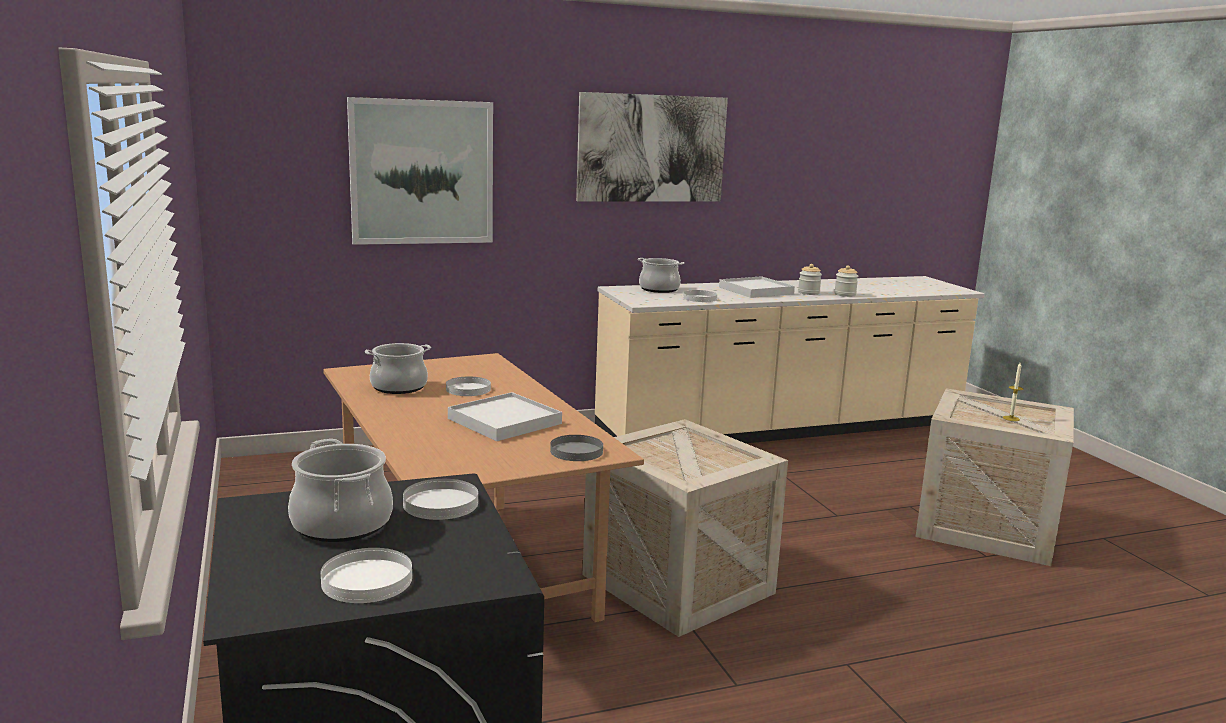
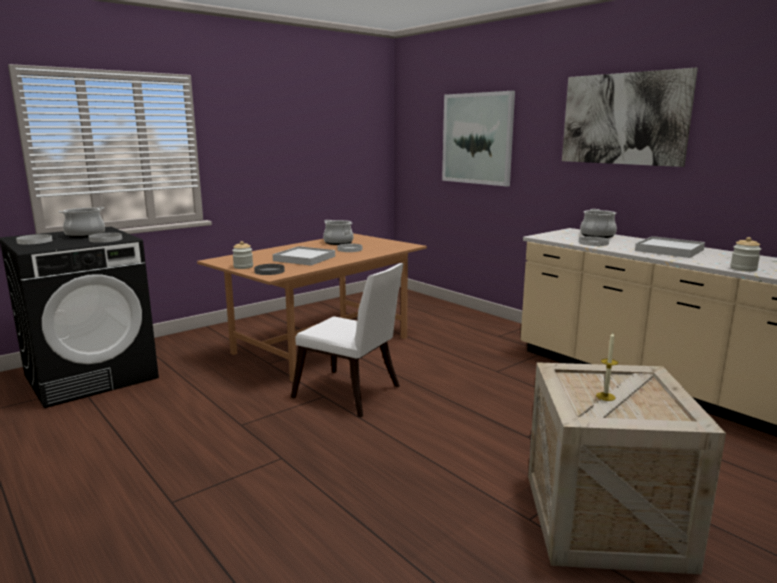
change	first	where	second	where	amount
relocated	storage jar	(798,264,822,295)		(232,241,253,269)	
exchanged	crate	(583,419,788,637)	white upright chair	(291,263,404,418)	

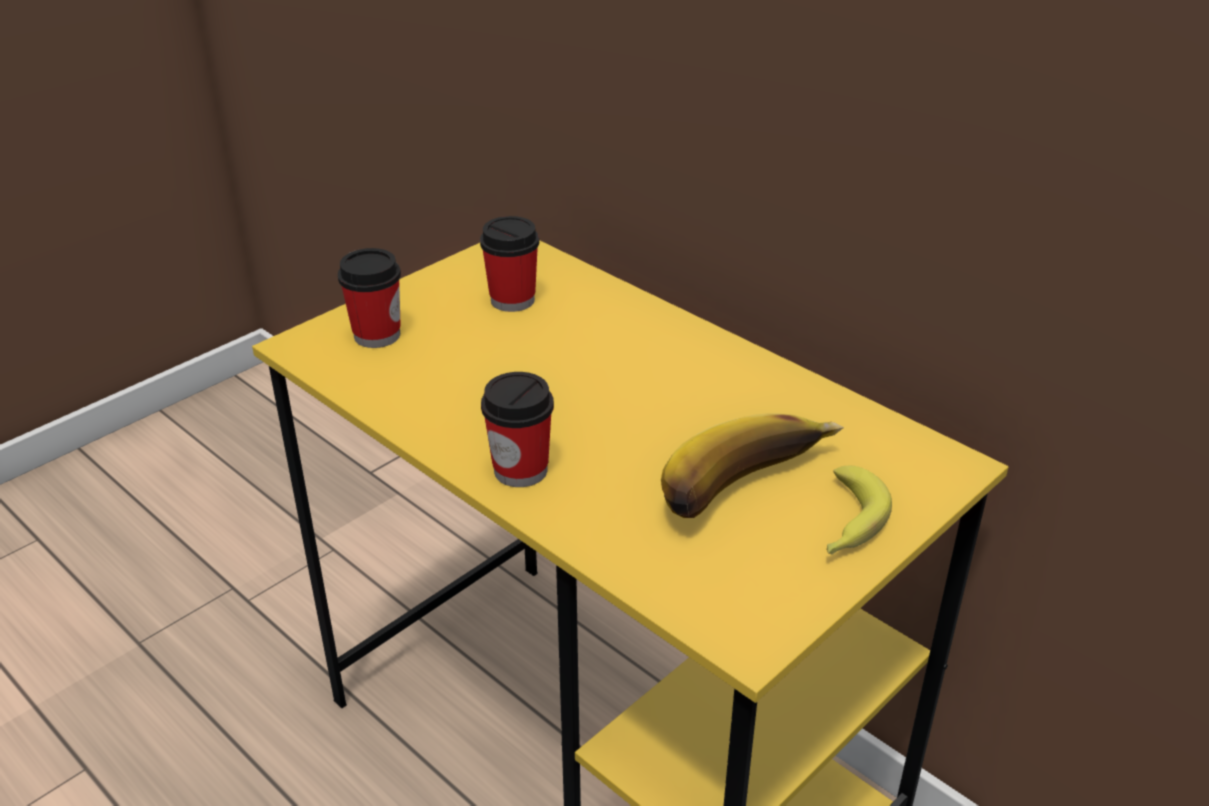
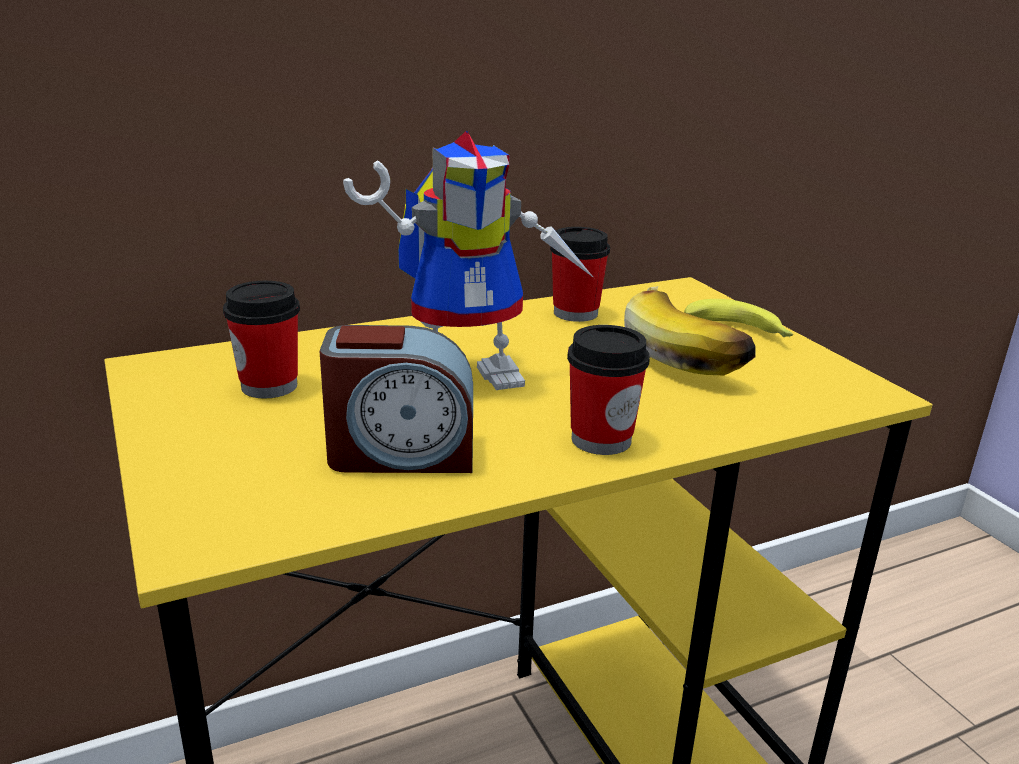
change	first	where	second	where	amount
appeared			bedside clock	(320,325,473,473)	
appeared			robot figure	(343,131,595,390)	
relocated	drinking cup	(338,248,401,348)		(550,227,610,322)	

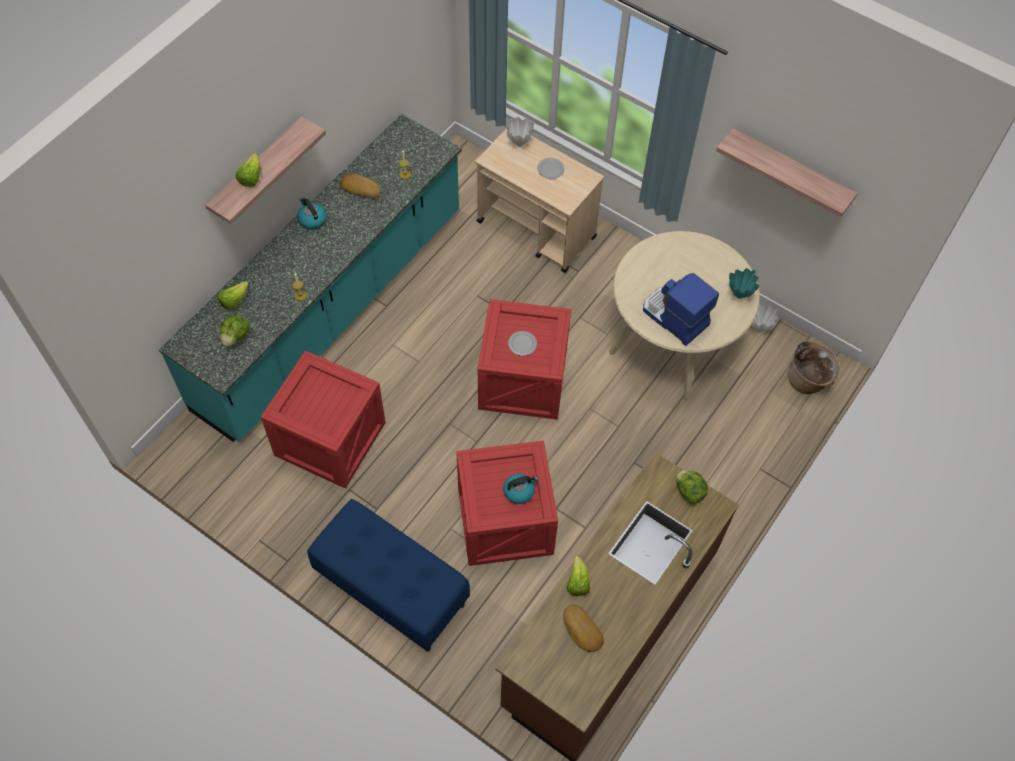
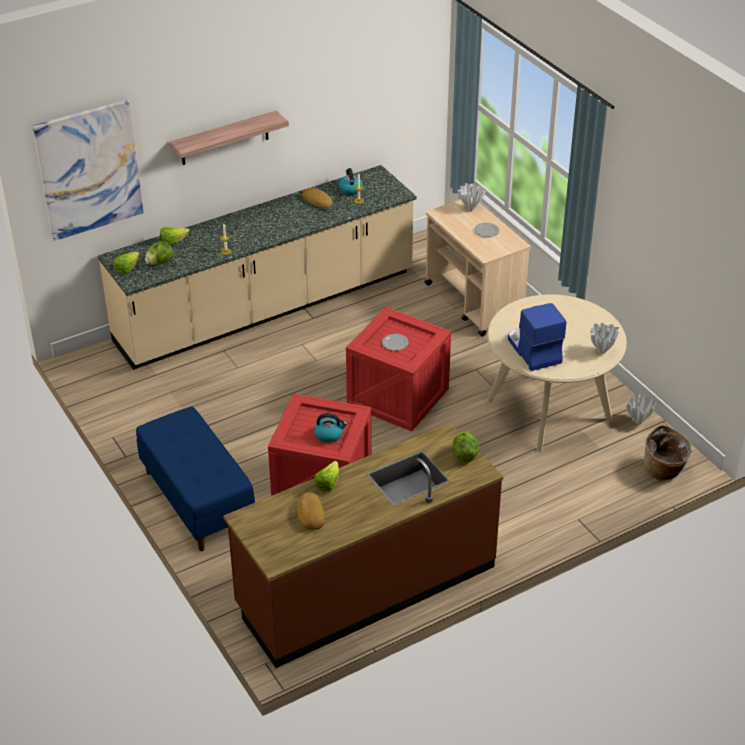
change	first	where	second	where	amount
missing	crate	(261,350,386,488)			
missing	bracket shelf	(716,128,857,217)			
appeared			wall art	(33,99,144,241)	
relocated	head of lettuce	(236,153,261,187)		(113,252,139,274)	
relocated	kettle	(297,197,326,230)		(338,168,363,195)	
colour	turquoise kitchen counter	(159,114,462,442)	sand-coloured kitchen counter	(98,165,417,370)	
colour	turquoise decorative vase	(729,268,759,299)	white decorative vase	(590,323,619,354)	

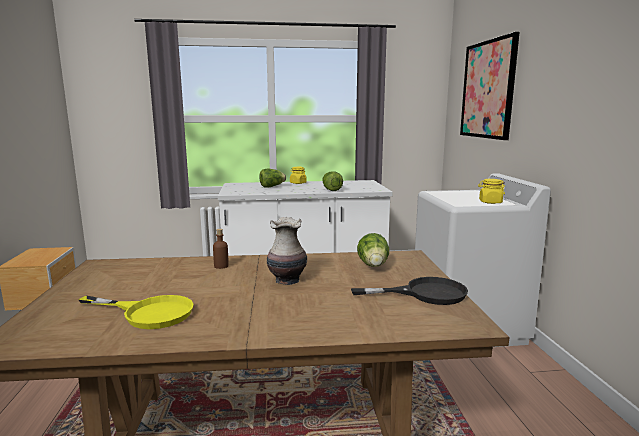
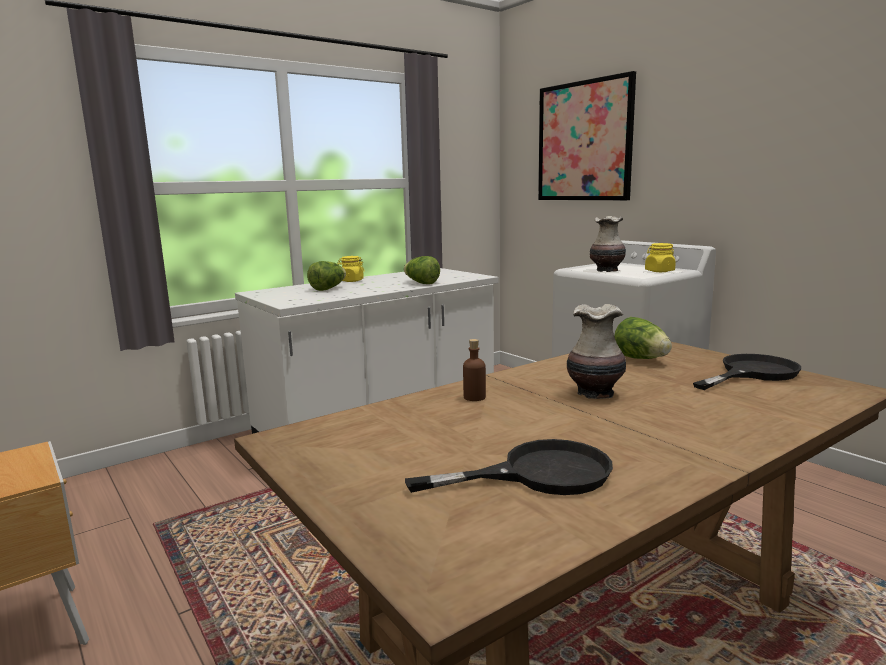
change	first	where	second	where	amount
appeared			decorative vase	(590,216,626,272)	
colour	yellowish frying pan	(79,295,194,329)	black-coloured frying pan	(405,439,613,495)	

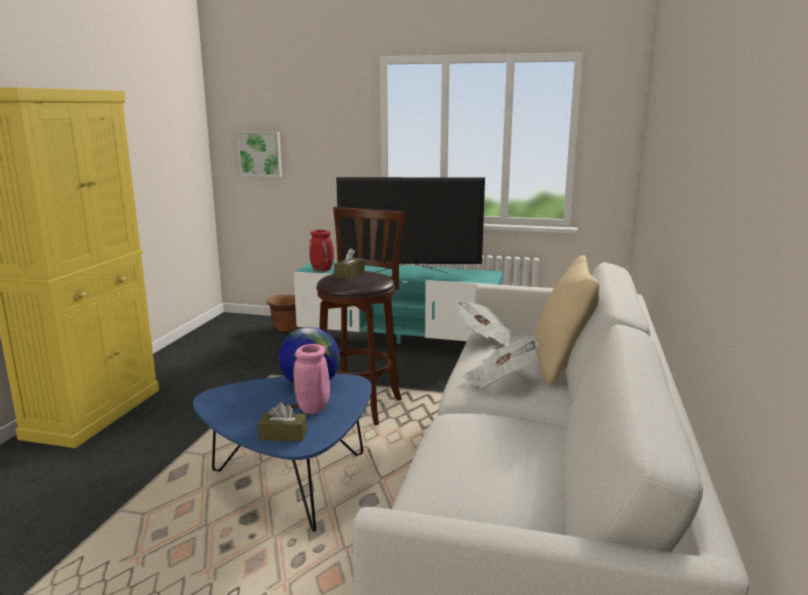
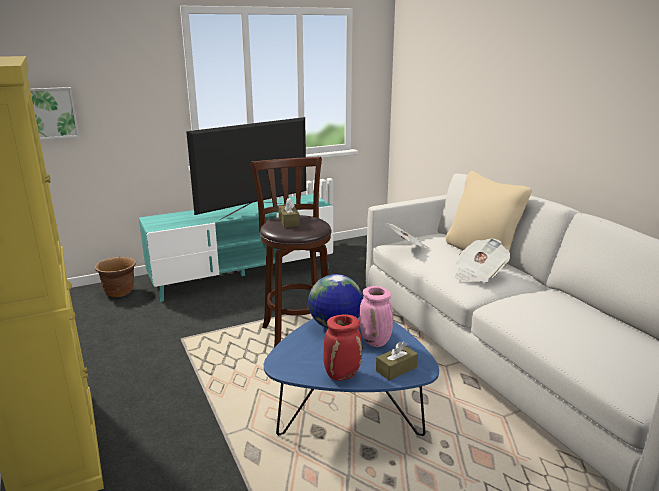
change	first	where	second	where	amount
relocated	reddish decorative vase	(309,230,334,271)		(323,315,362,381)	

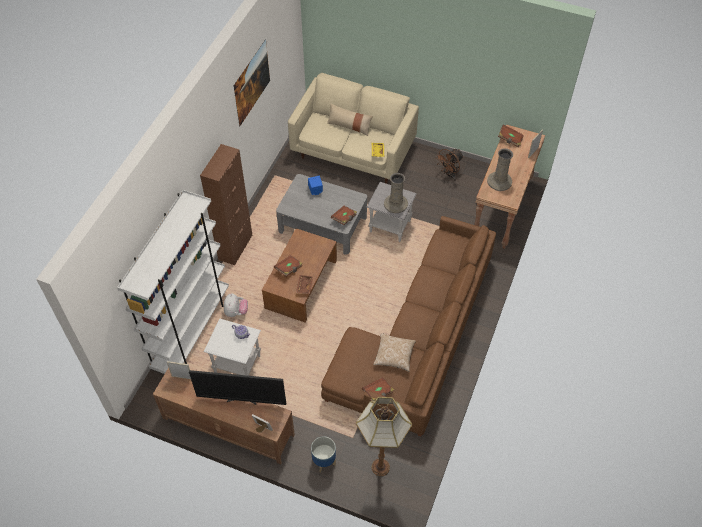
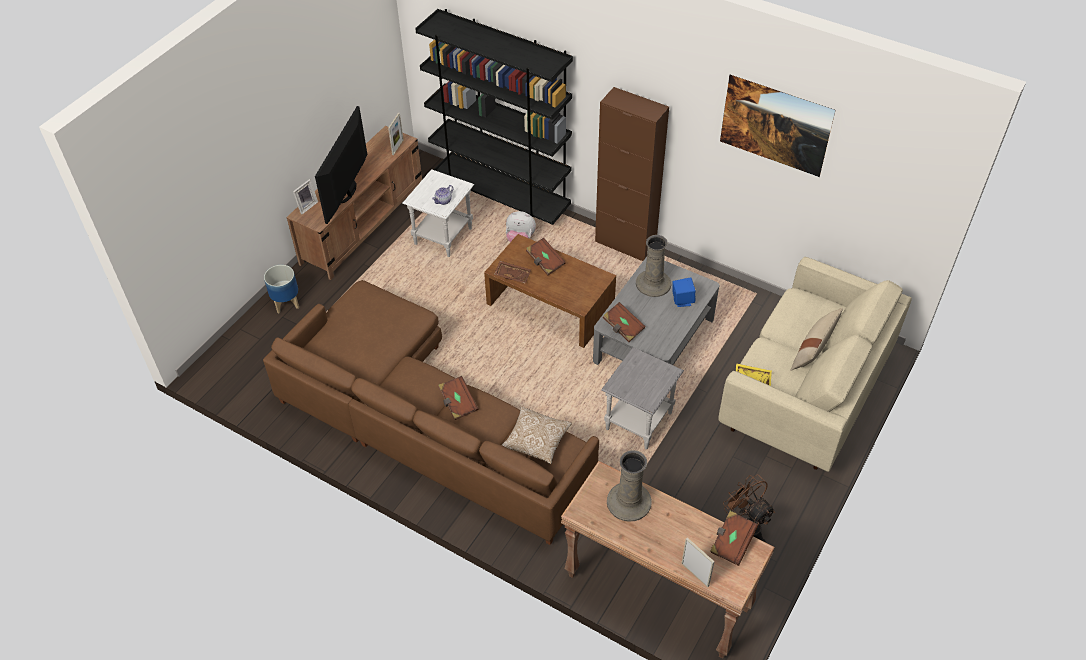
change	first	where	second	where	amount
missing	floor lamp	(356,397,412,476)			
relocated	brown bound book	(362,377,394,401)		(438,376,478,420)	
relocated	pillow	(373,333,416,372)		(502,406,572,464)	
relocated	sand-coloured decorative vase	(384,173,408,213)		(636,235,671,297)	
colour	white bookcase	(117,190,229,374)	black-coloured bookcase	(415,9,573,225)	

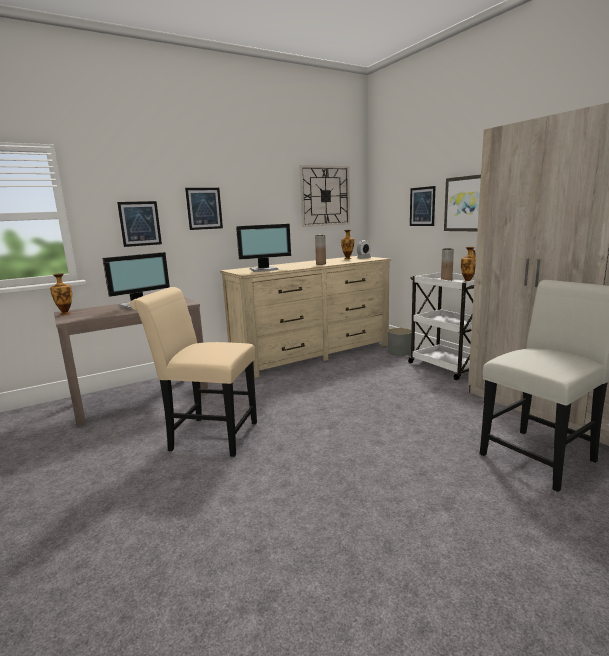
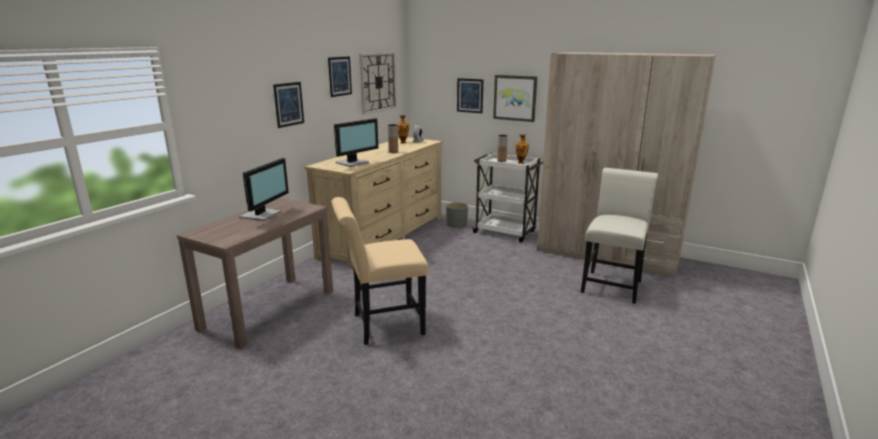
change	first	where	second	where	amount
missing	decorative vase	(50,273,72,315)			
relocated	wall art	(117,201,162,247)		(328,56,352,97)	

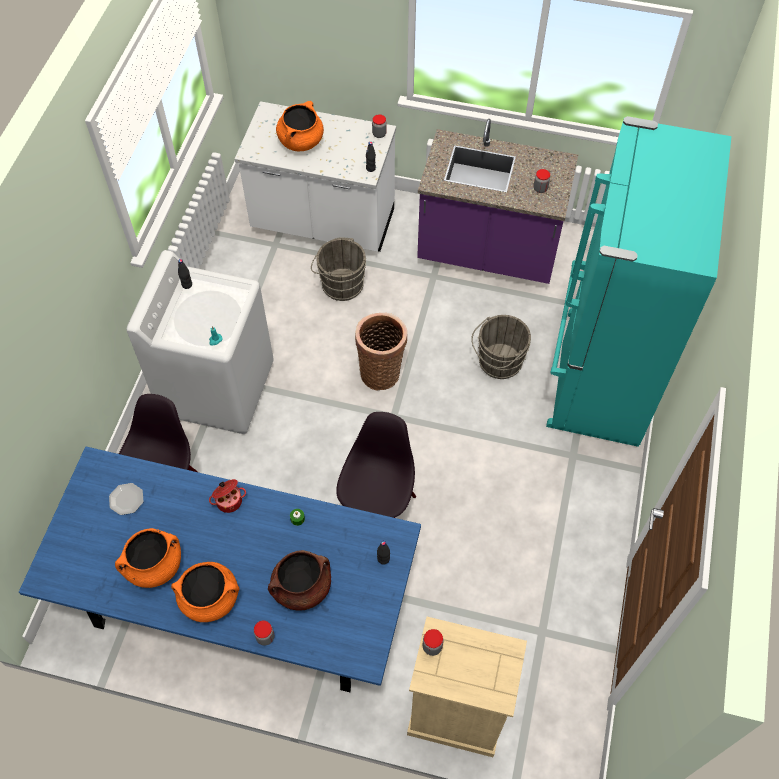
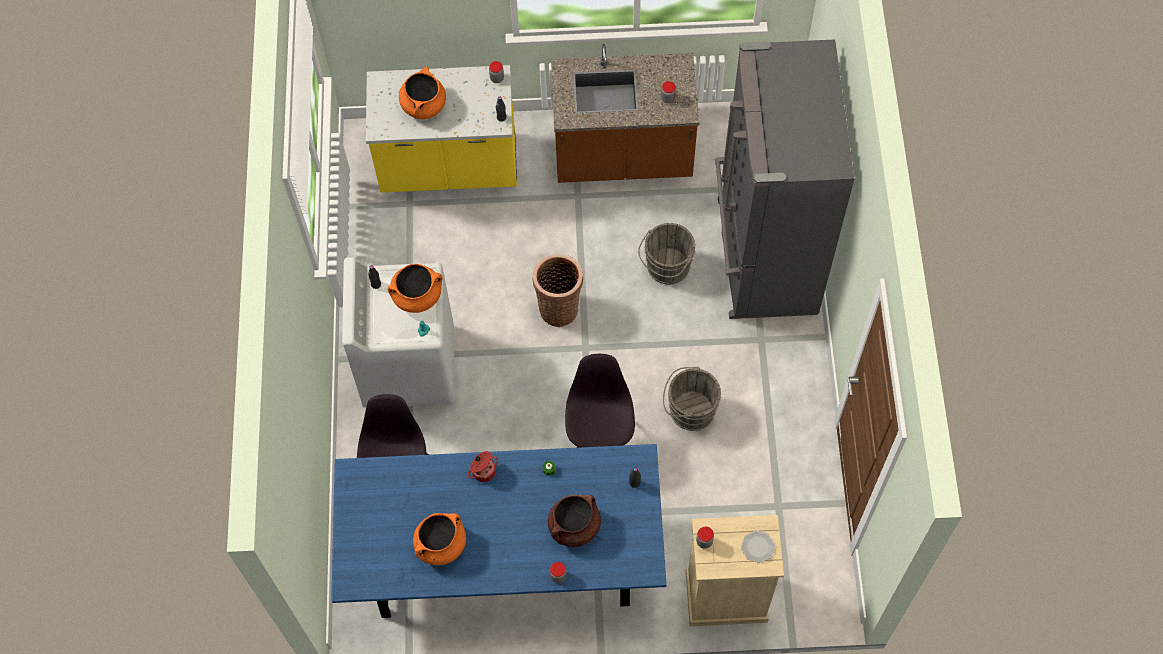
change	first	where	second	where	amount
relocated	dinner plate	(109,483,144,515)		(741,530,775,563)	
relocated	orangey stockpot	(171,562,240,622)		(388,264,443,313)	
relocated	gray water bucket	(311,237,366,301)		(663,367,721,431)	
colour	white kitchen counter	(235,101,396,252)	yellowish kitchen counter	(366,65,517,193)	
colour	purple kitchen counter	(417,119,578,284)	brown kitchen counter	(551,44,700,183)	
colour	turquoise refrigerator	(546,116,732,447)	gray refrigerator	(715,39,855,319)	

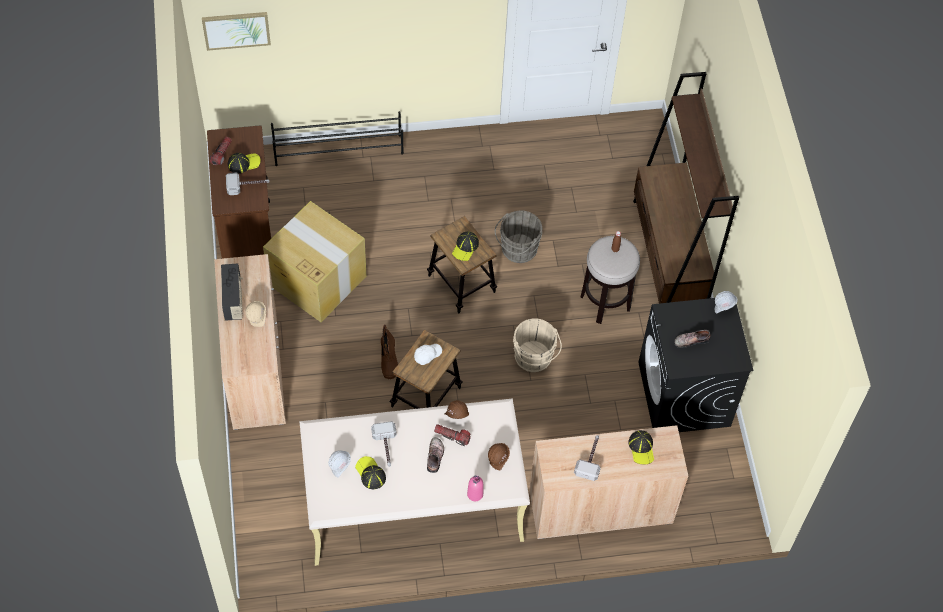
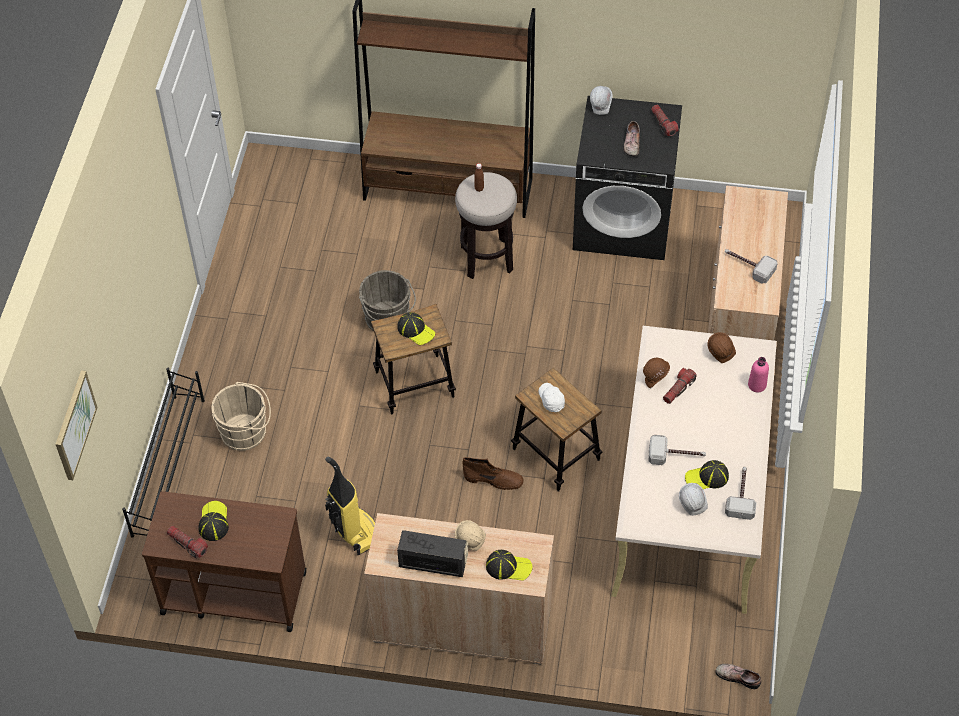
change	first	where	second	where	amount
appeared			torch	(651,105,679,136)	
relocated	hand hammer	(226,172,269,195)		(725,467,756,520)	
relocated	low shoe	(427,437,444,473)		(715,664,761,689)	
relocated	sand-coloured water bucket	(513,318,562,372)		(211,382,271,451)	
relocated	baseball cap	(628,430,654,465)		(486,550,533,581)	
exchanged	packing box	(263,201,367,322)	vacuum cleaner	(325,457,375,555)	

